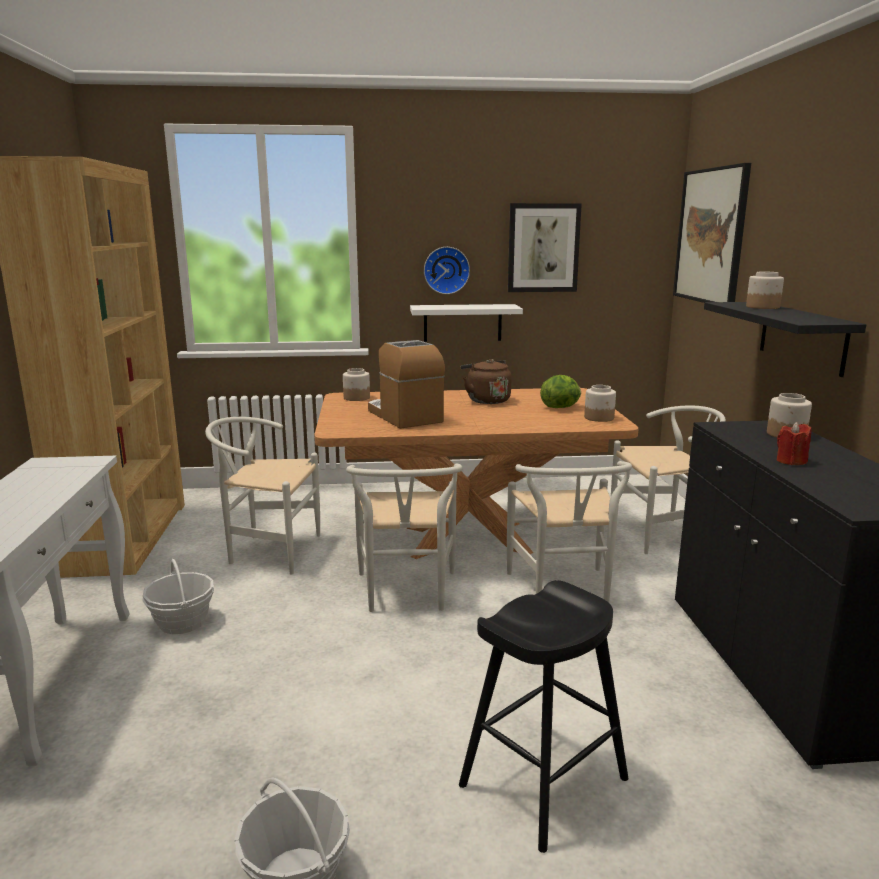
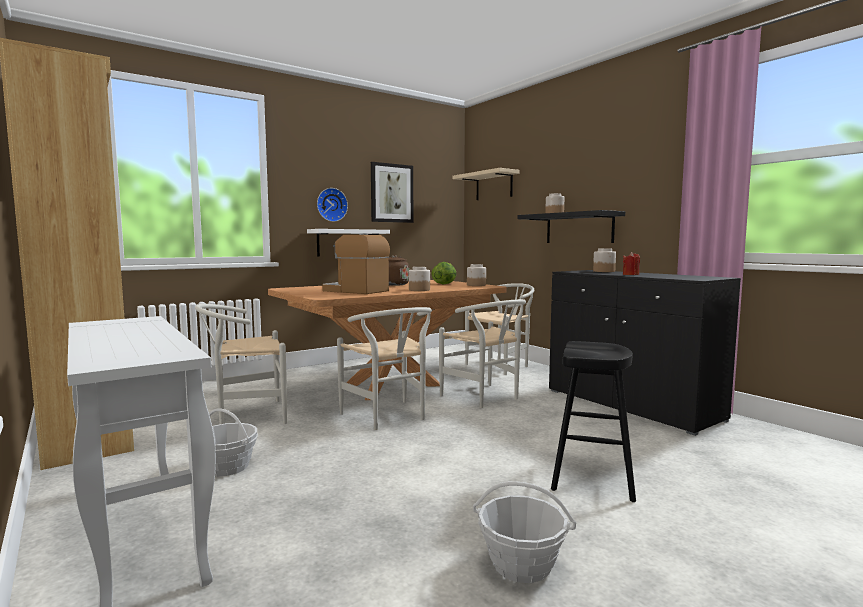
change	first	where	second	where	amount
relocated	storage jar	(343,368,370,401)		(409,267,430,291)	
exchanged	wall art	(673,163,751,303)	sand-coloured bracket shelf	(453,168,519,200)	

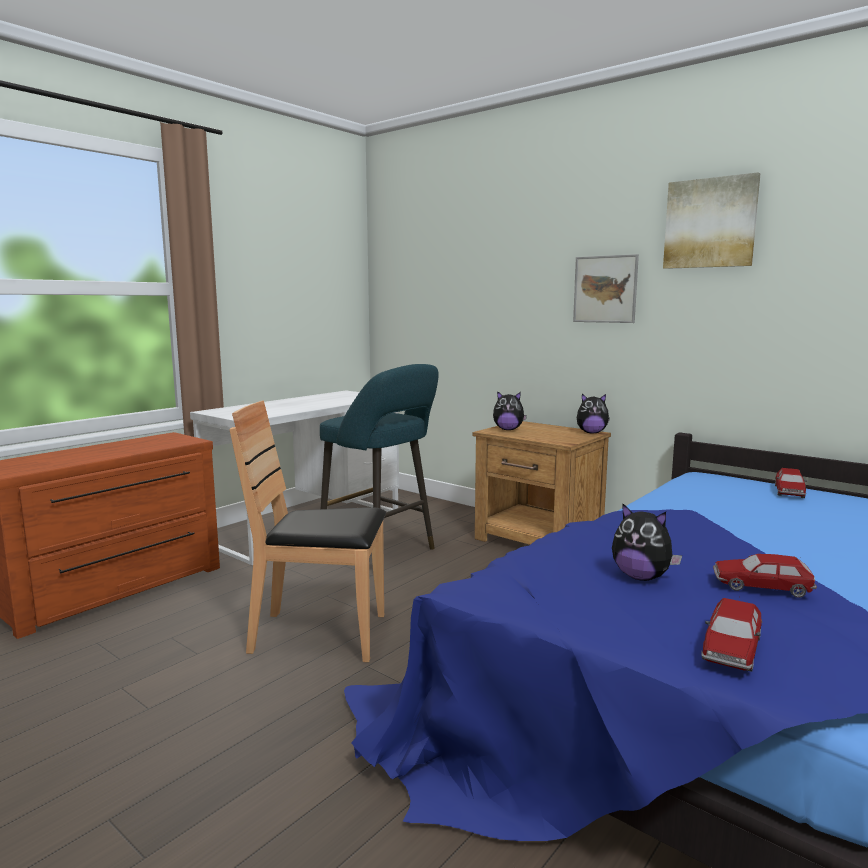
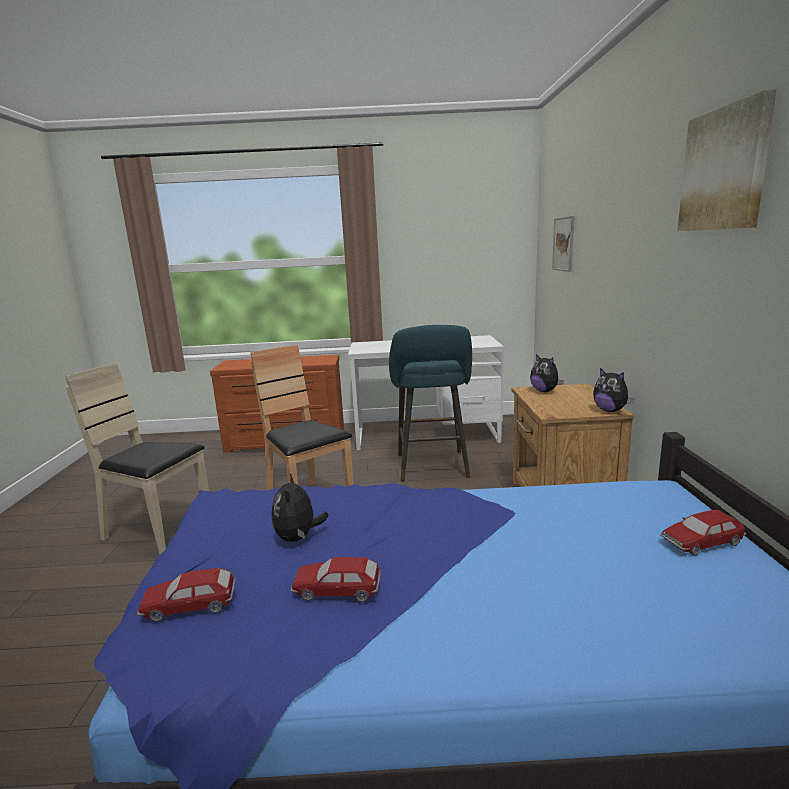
change	first	where	second	where	amount
appeared			sand-coloured upright chair	(65,363,209,555)	
relocated	wall art	(573,254,639,323)		(552,216,575,272)	
spun	miniature car	(713,554,817,598)		(291,557,381,602)	60 degrees counterclockwise

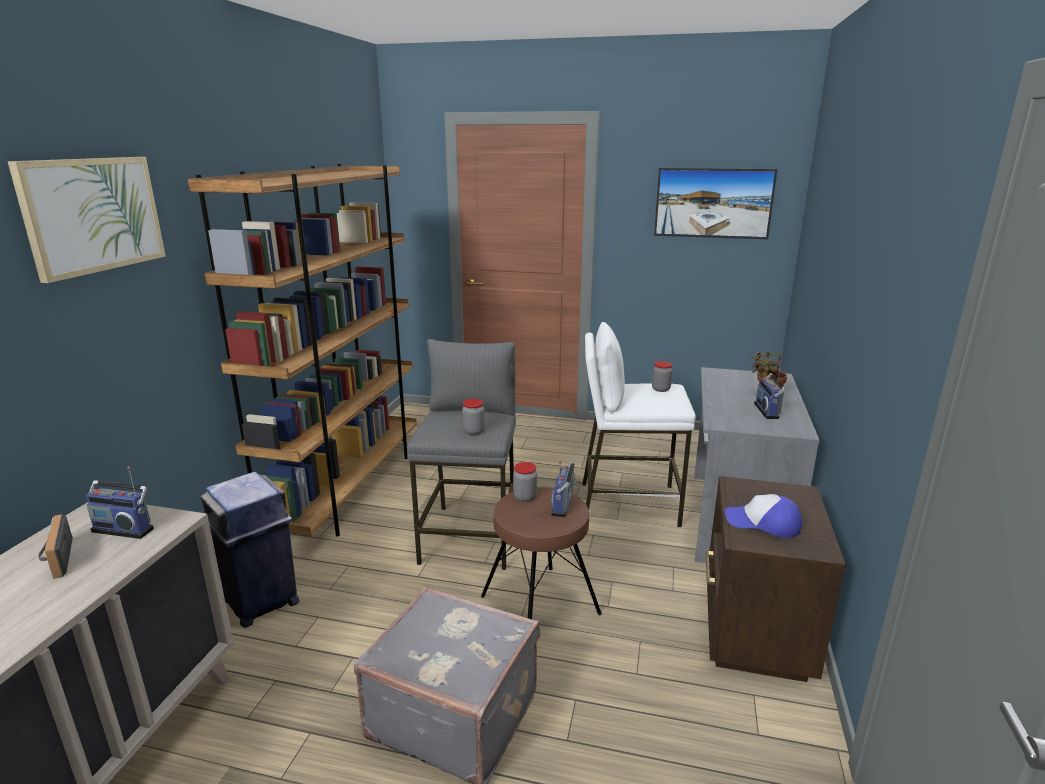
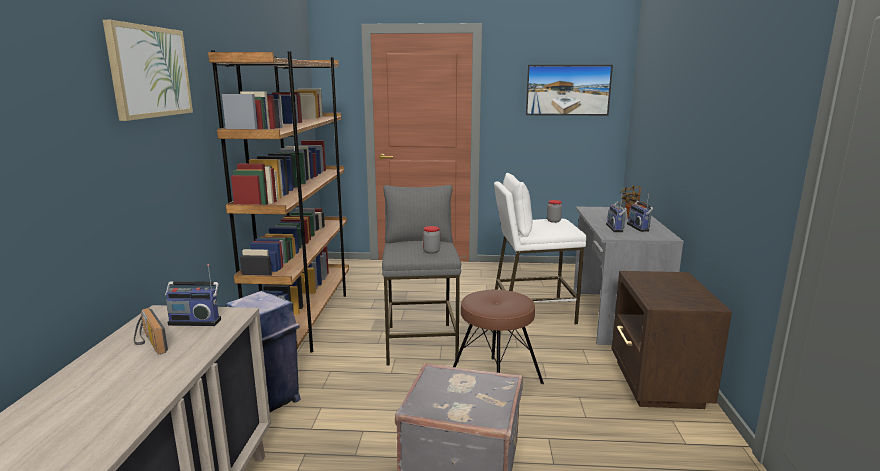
change	first	where	second	where	amount
missing	storage jar	(513,462,537,501)			
missing	baseball cap	(725,494,802,538)			
relocated	radio set	(551,462,577,517)		(606,194,627,232)	

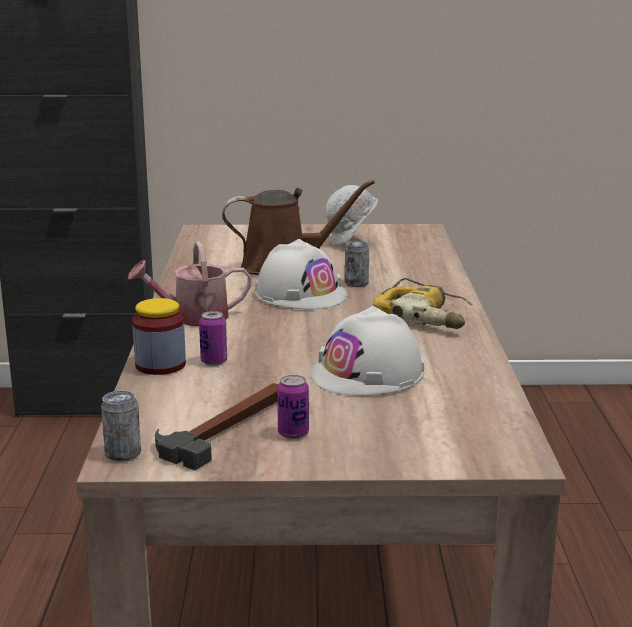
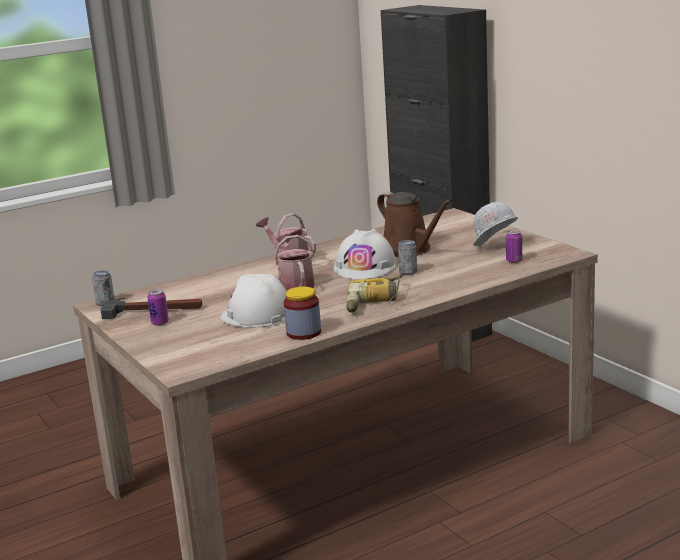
change	first	where	second	where	amount
appeared			watering can	(274,234,315,291)	
relocated	storage jar	(132,298,186,375)		(284,287,321,340)	
relocated	sealed can	(199,311,227,366)		(506,230,522,263)	

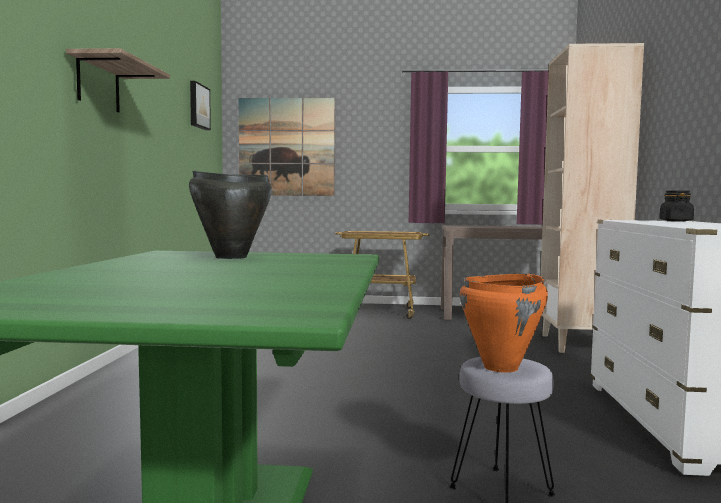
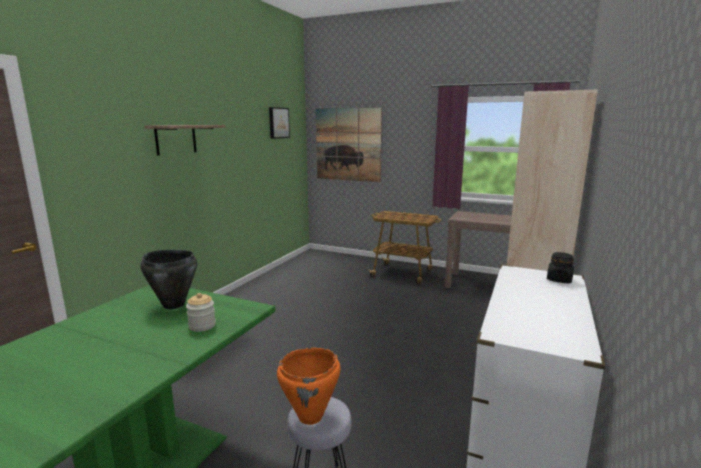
change	first	where	second	where	amount
appeared			storage jar	(186,293,216,332)	

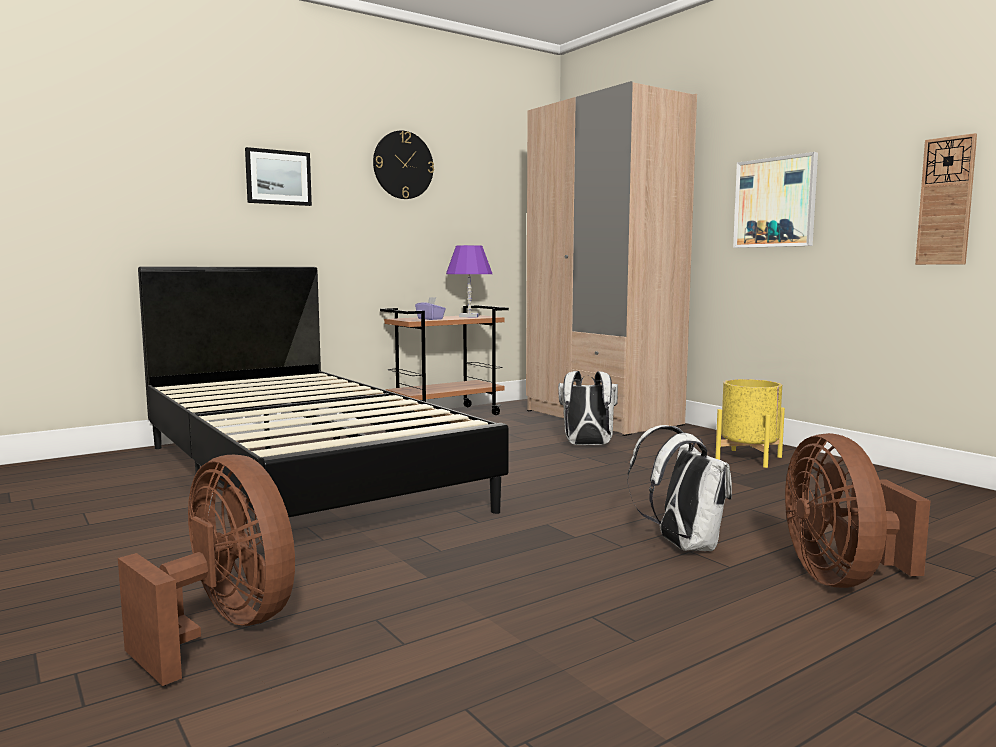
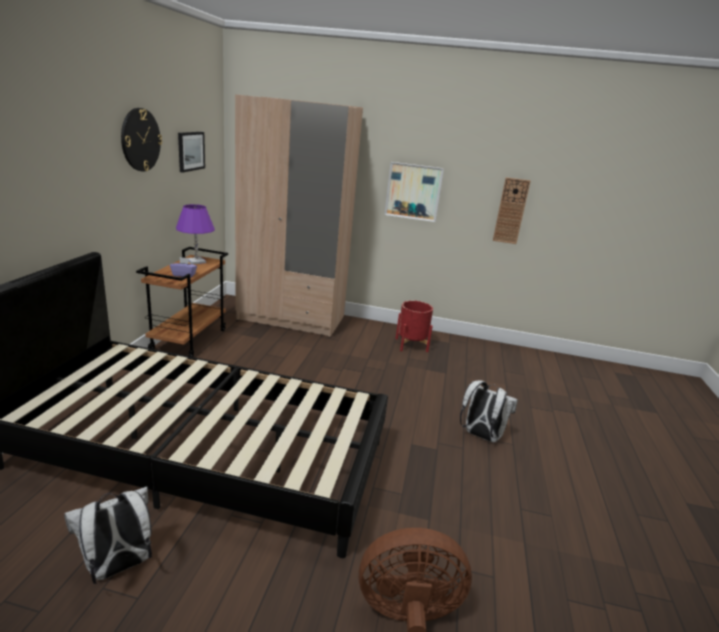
change	first	where	second	where	amount
missing	brown fan	(785,433,930,588)			
relocated	wall art	(245,147,312,206)		(178,132,205,173)	
relocated	white backpack	(558,371,618,445)		(64,487,152,584)	
colour	yellowish plant pot	(715,379,785,468)	reddish plant pot	(395,300,433,352)	

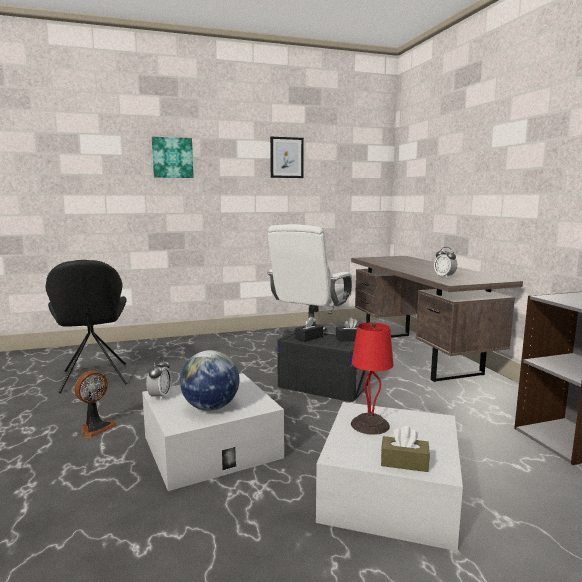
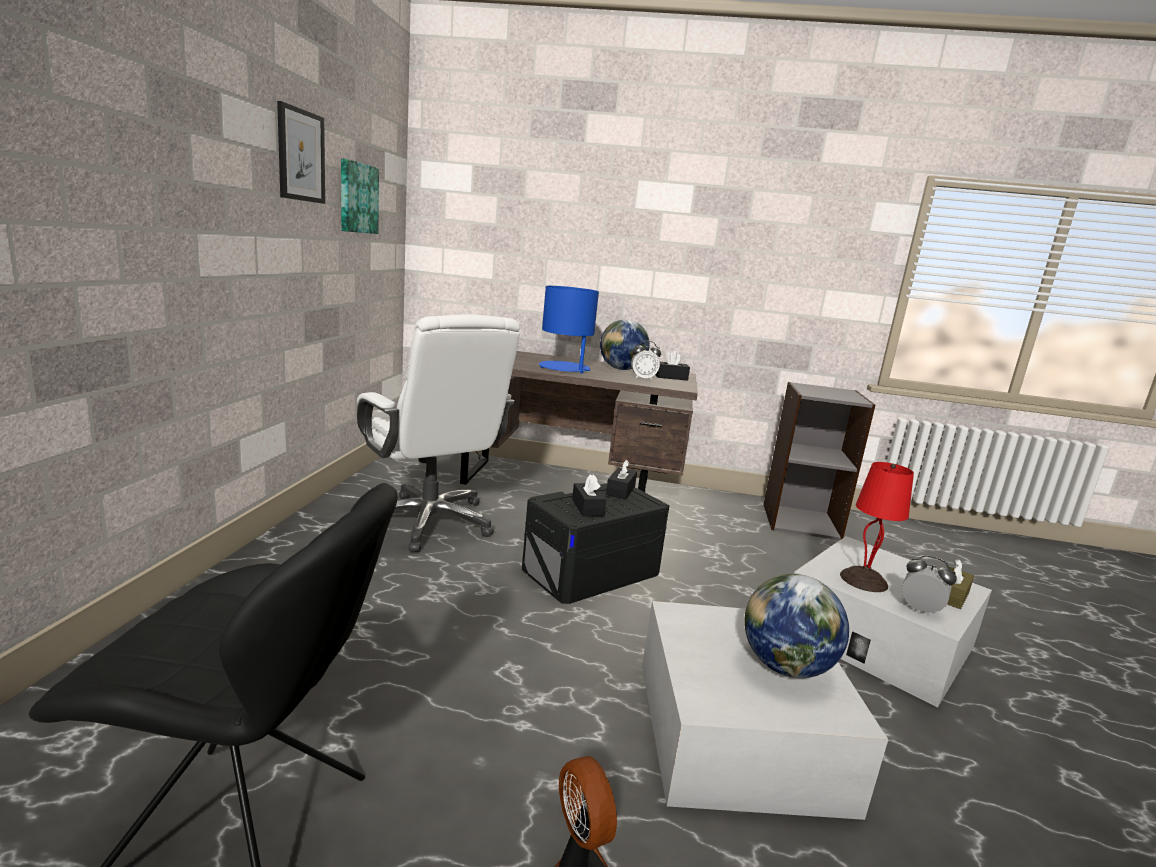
change	first	where	second	where	amount
appeared			blue-coloured tabletop lamp	(539,286,599,373)	
appeared			globe	(600,319,650,370)	
appeared			black-coloured box of tissues	(655,351,690,381)	
relocated	bedside clock	(146,357,172,401)		(902,555,956,613)	
relocated	wall art	(152,137,194,178)		(341,158,379,234)	

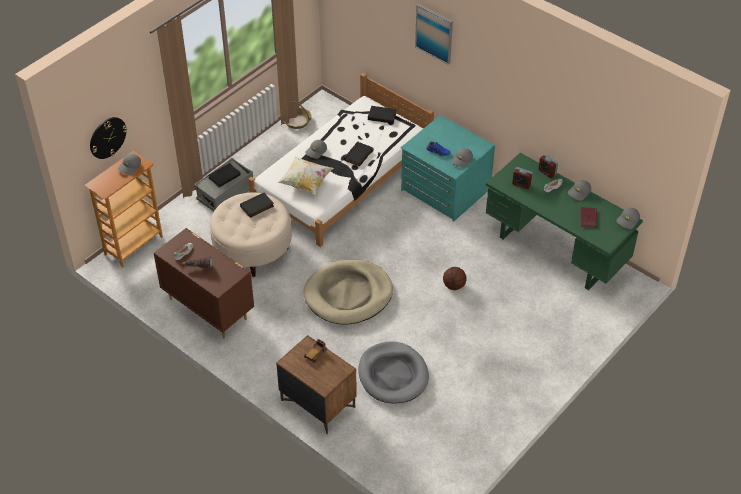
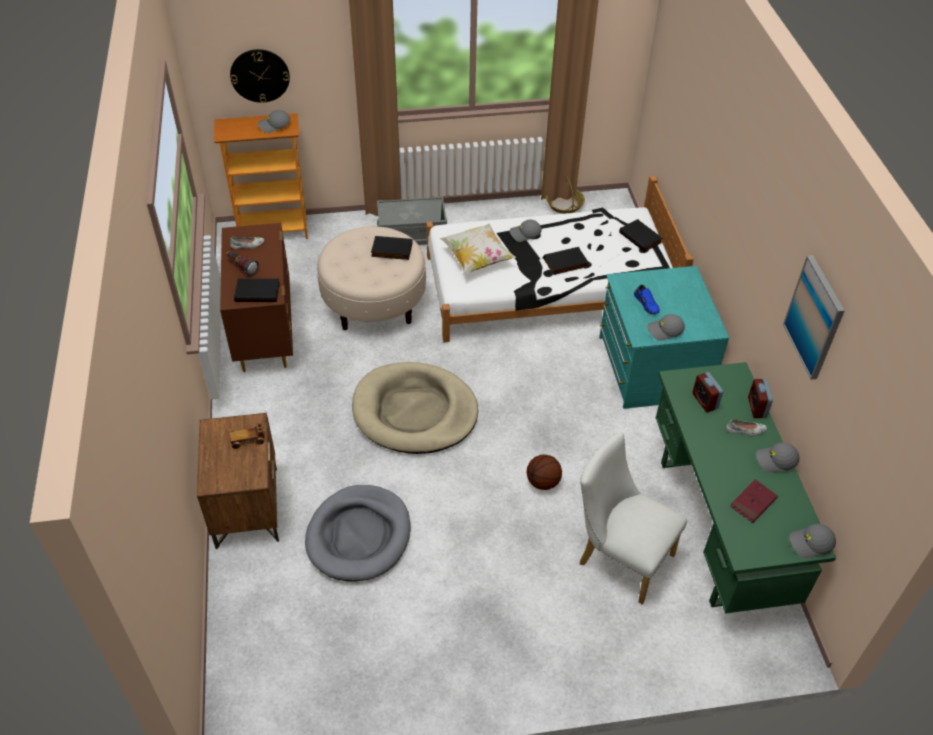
change	first	where	second	where	amount
appeared			white upright chair	(580,432,687,604)	
relocated	black-coloured bound book	(208,163,241,187)		(234,278,280,302)	
relocated	wall art	(415,4,453,65)		(783,255,845,380)	

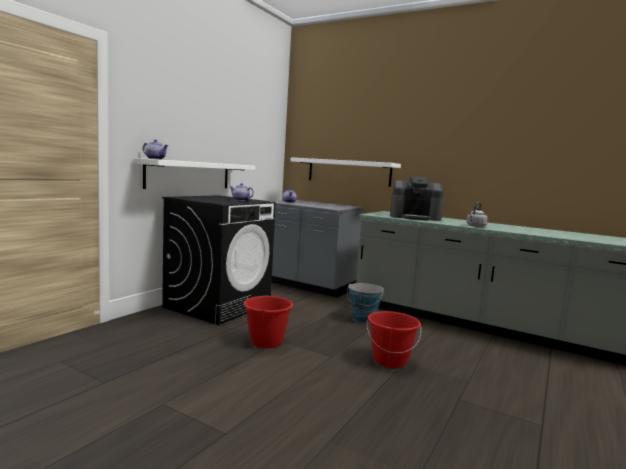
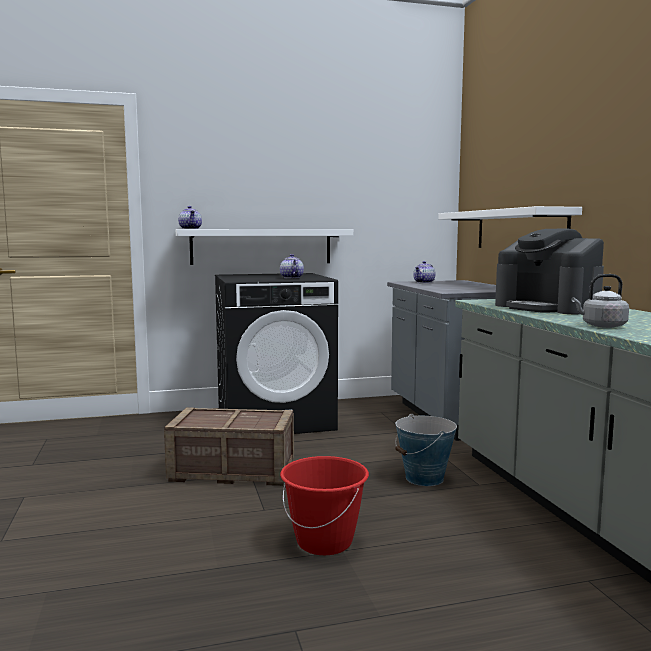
change	first	where	second	where	amount
exchanged	reddish water bucket	(243,296,293,348)	crate	(164,407,294,486)	

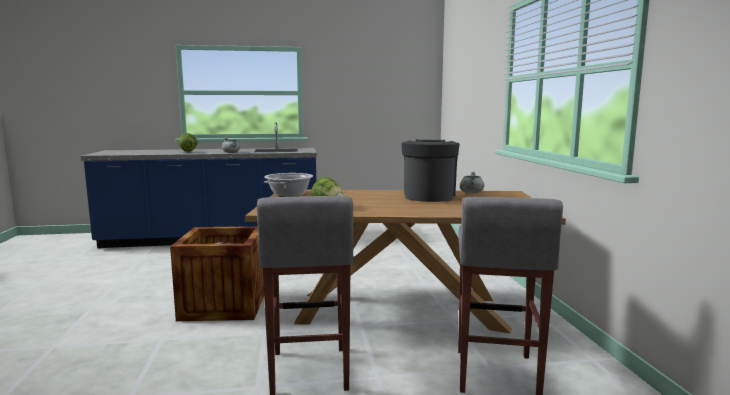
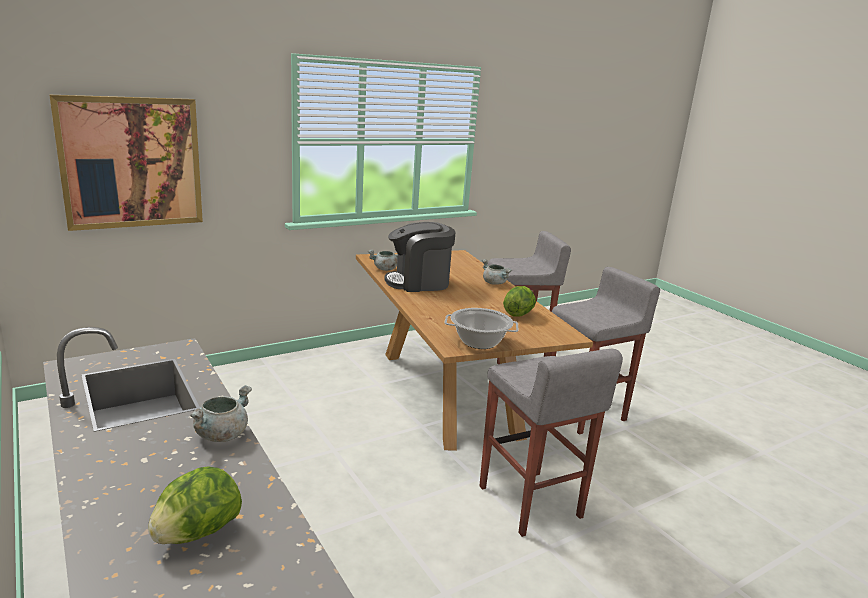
change	first	where	second	where	amount
appeared			wall art	(49,95,203,231)	
appeared			gray stockpot	(482,259,512,285)	
exchanged	crate	(170,226,264,321)	gray sitting stool	(479,349,623,537)	

